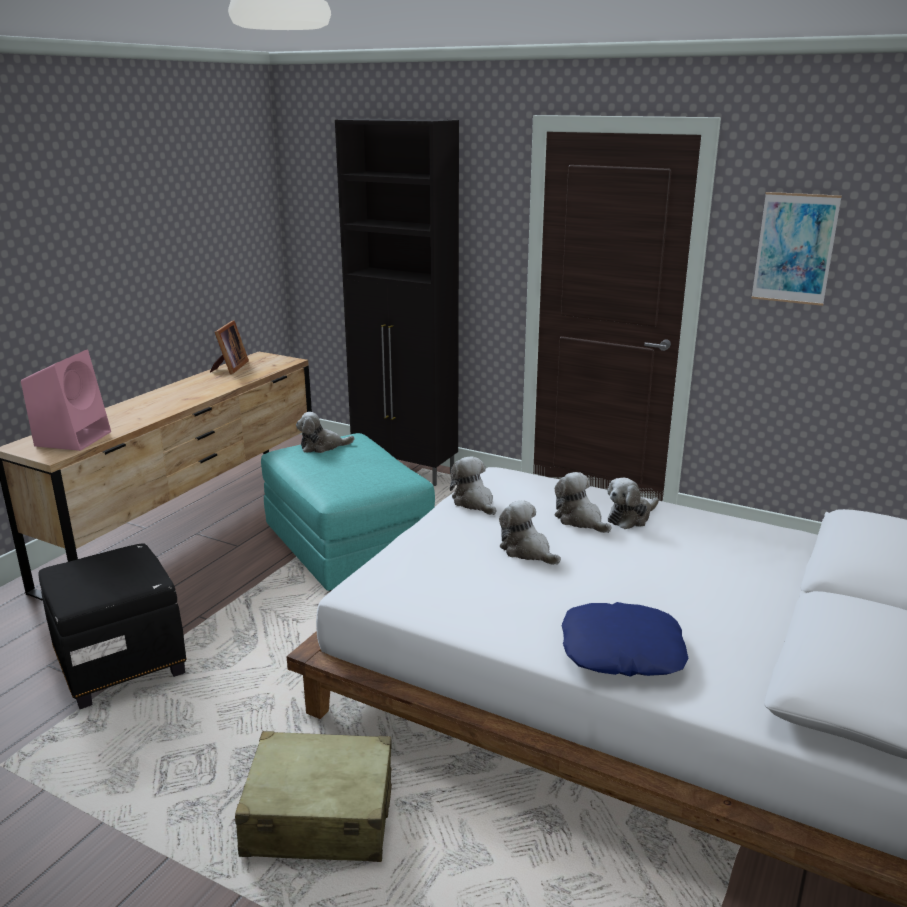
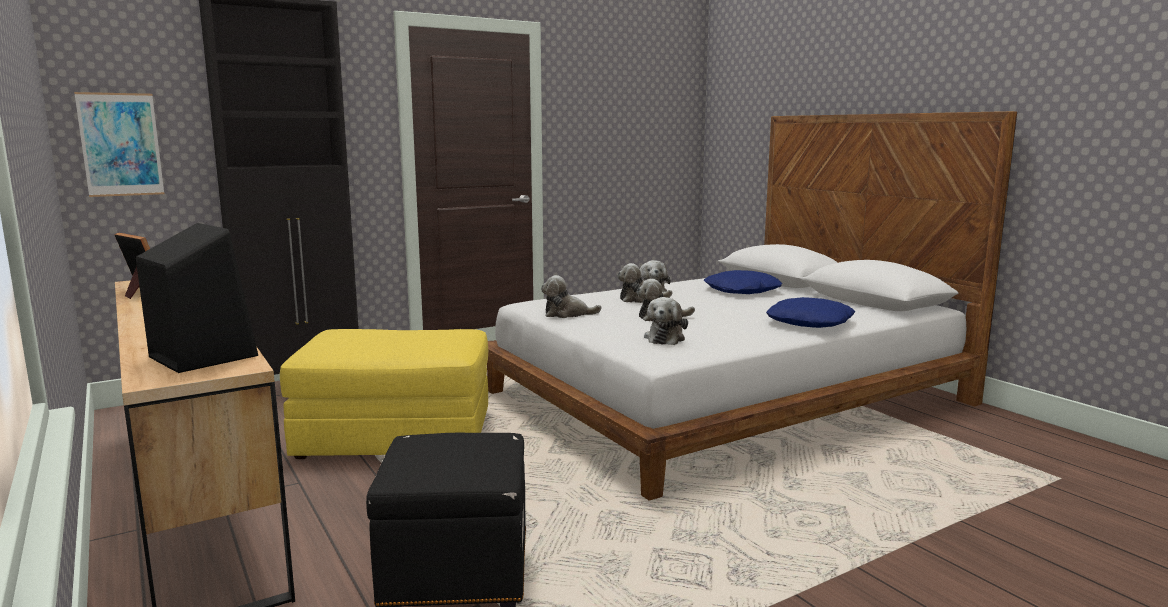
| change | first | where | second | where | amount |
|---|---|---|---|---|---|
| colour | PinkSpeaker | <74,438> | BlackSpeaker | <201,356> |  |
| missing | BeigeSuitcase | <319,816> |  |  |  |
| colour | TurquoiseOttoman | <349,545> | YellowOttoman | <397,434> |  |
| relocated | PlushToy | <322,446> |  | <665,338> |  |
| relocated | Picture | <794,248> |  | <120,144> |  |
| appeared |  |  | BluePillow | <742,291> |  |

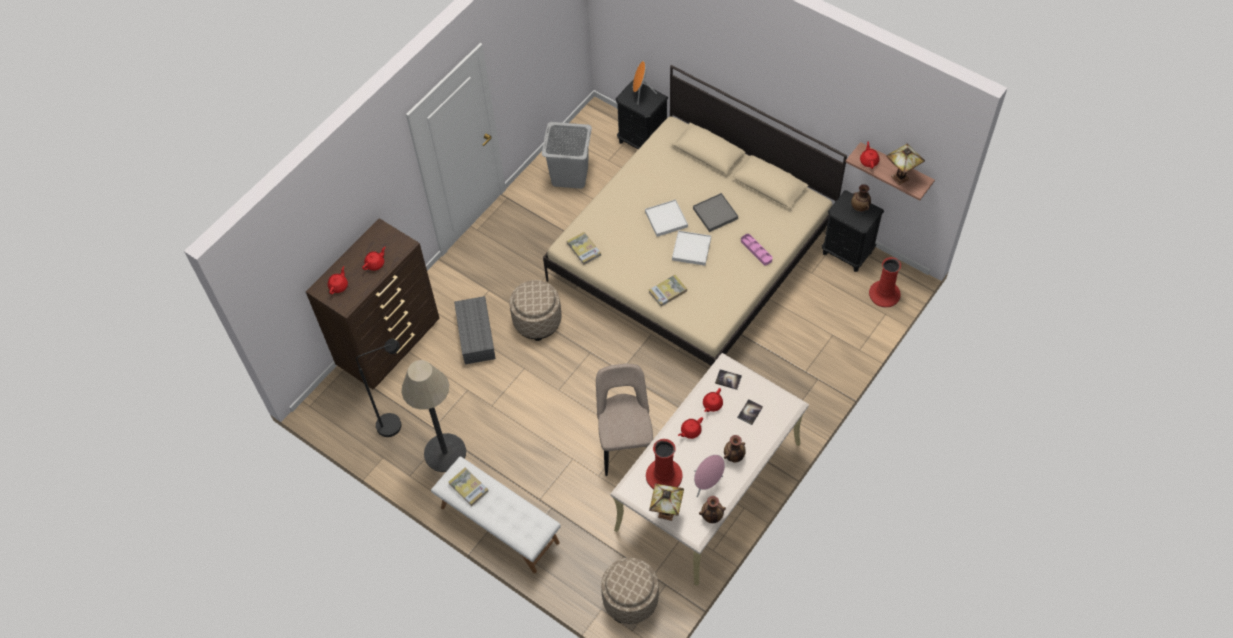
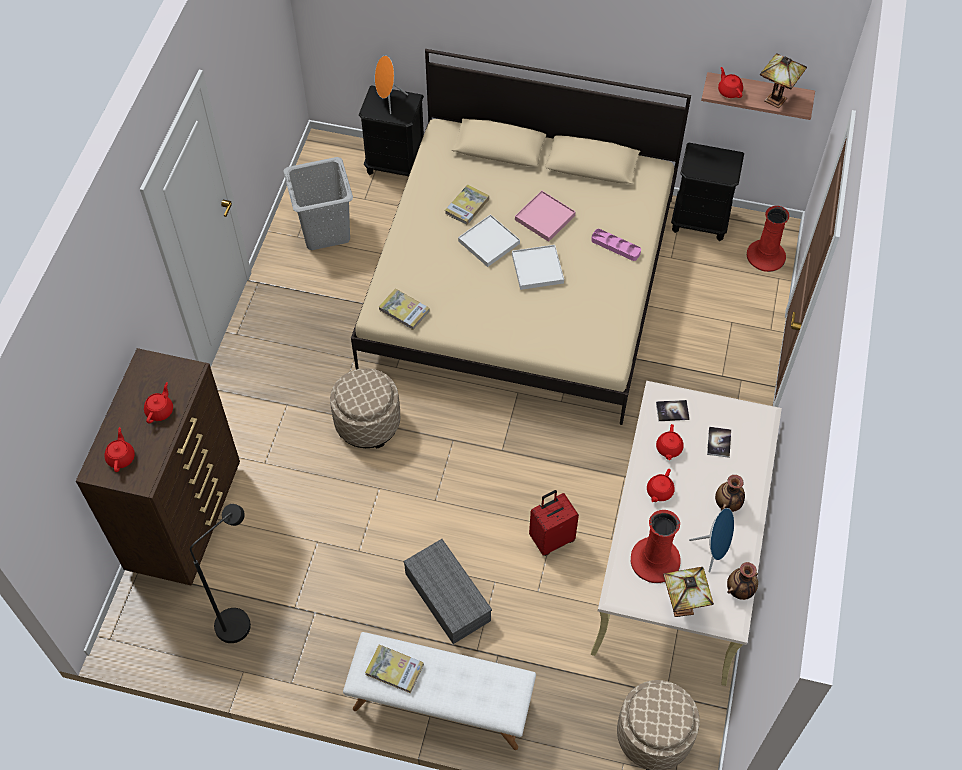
| change | first | where | second | where | amount |
|---|---|---|---|---|---|
| missing | FloorLamp | <445,453> |  |  |  |
| relocated | GreyStorageBox | <475,335> |  | <446,596> |  |
| exchanged | BeigeChair | <625,443> | RedSuitcase | <551,538> |  |
| relocated | Book | <667,291> |  | <467,206> |  |
| colour | GreyTray | <715,213> | PinkTray | <545,217> |  |
| colour | PinkSpeaker | <707,484> | BlueSpeaker | <713,551> |  |
| missing | Vase | <860,207> |  |  |  |

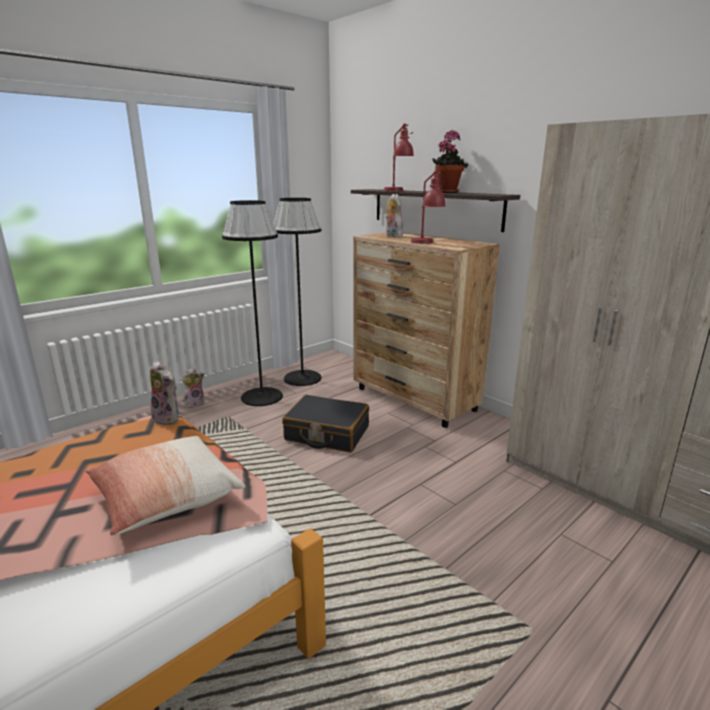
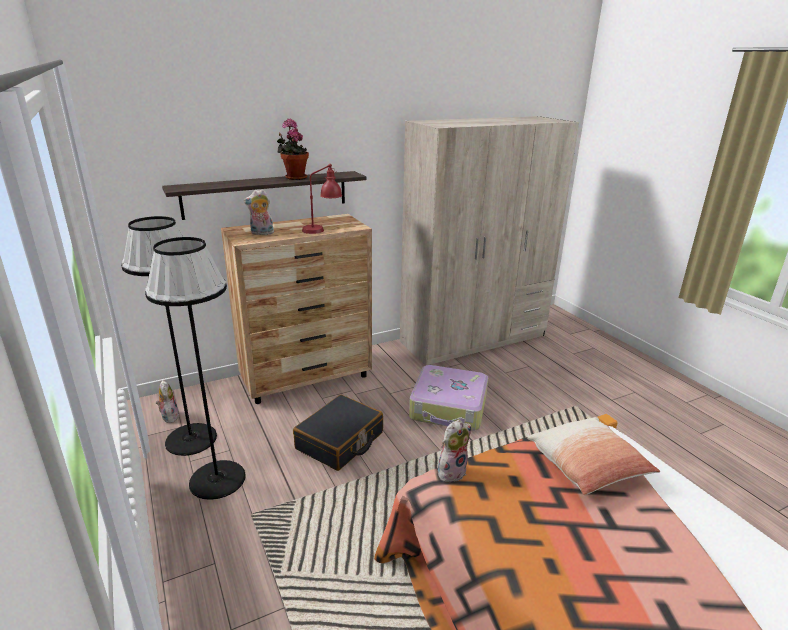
| change | first | where | second | where | amount |
|---|---|---|---|---|---|
| relocated | PlushToy | <194,403> |  | <169,416> |  |
| missing | RedTableLamp | <398,190> |  |  |  |
| appeared |  |  | Suitcase | <449,408> |  |

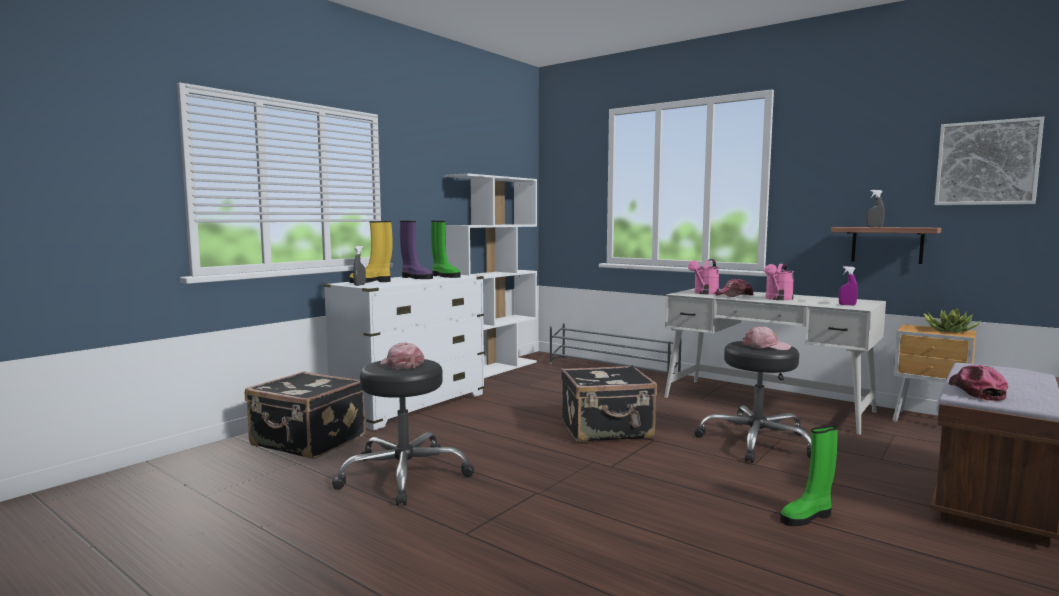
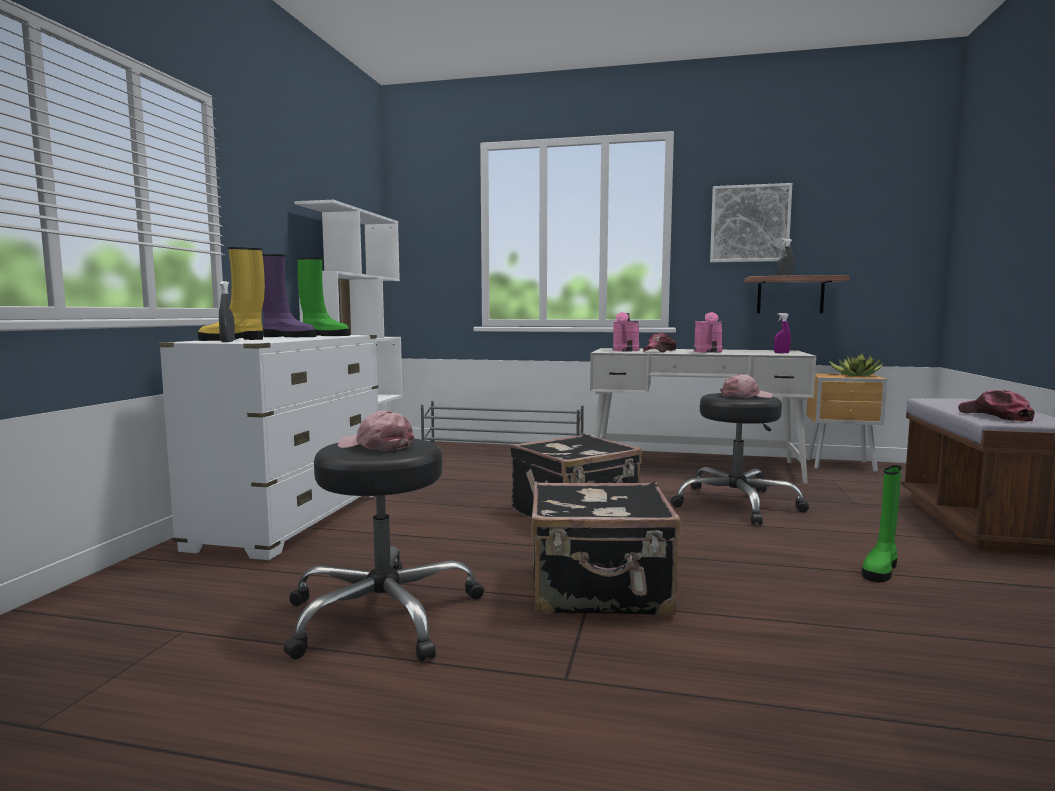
| change | first | where | second | where | amount |
|---|---|---|---|---|---|
| relocated | BlackSuitcase | <308,442> |  | <600,592> |  |
| relocated | Picture | <986,163> |  | <749,224> |  |

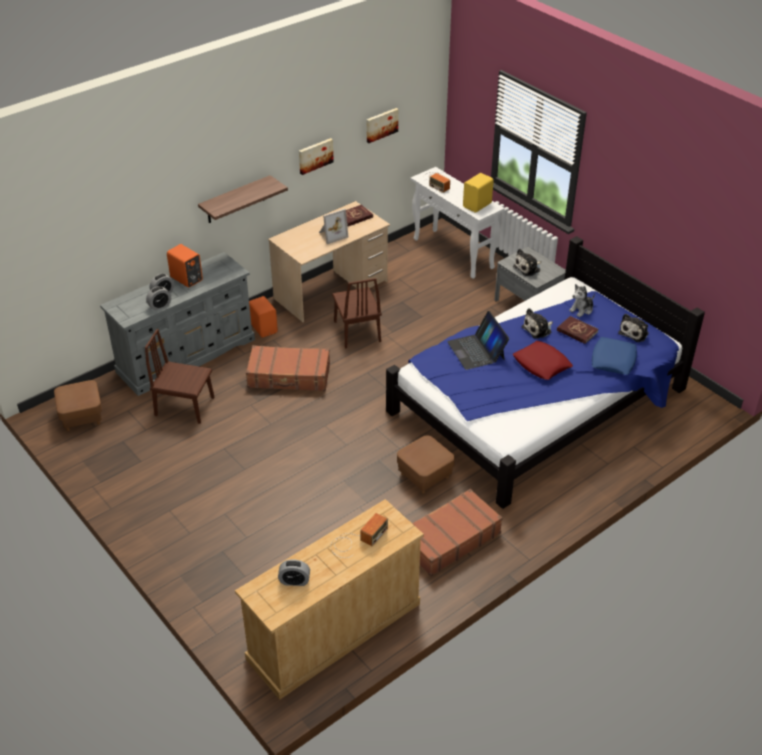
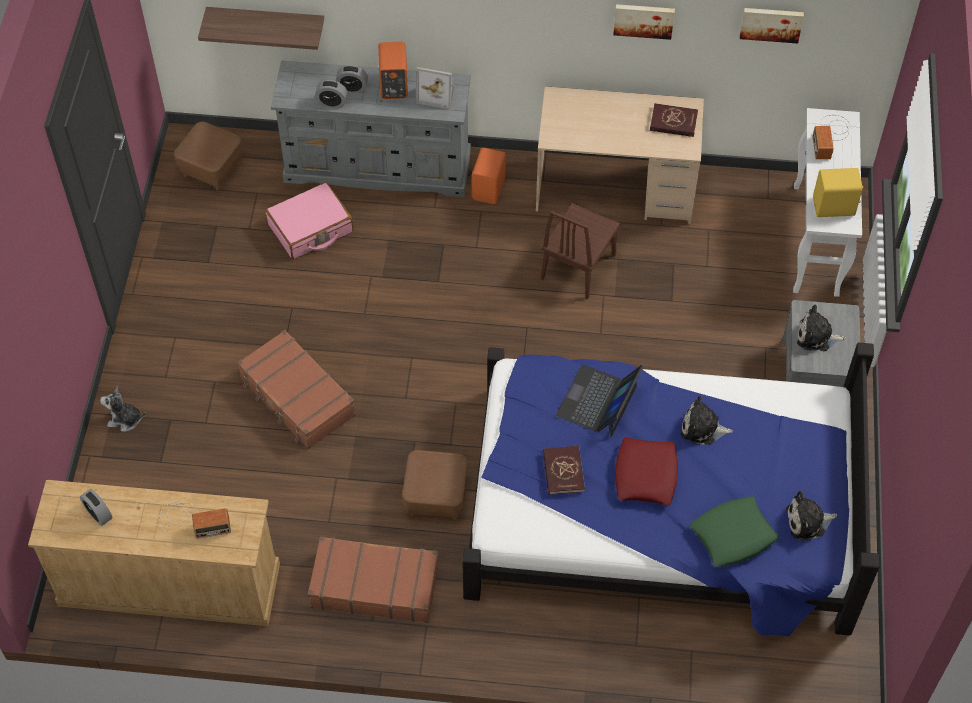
| change | first | where | second | where | amount |
|---|---|---|---|---|---|
| exchanged | BrownChair | <184,406> | PinkSuitcase | <310,229> |  |
| relocated | Shelf | <235,200> |  | <266,23> |  |
| relocated | BrownSuitcase | <289,376> |  | <297,397> |  |
| relocated | PictureFrame | <332,235> |  | <437,94> |  |
| relocated | RedBook | <577,331> |  | <563,471> |  |
| relocated | PlushToy | <581,310> |  | <125,420> |  |
| colour | BluePillow | <613,360> | GreenPillow | <733,535> |  |

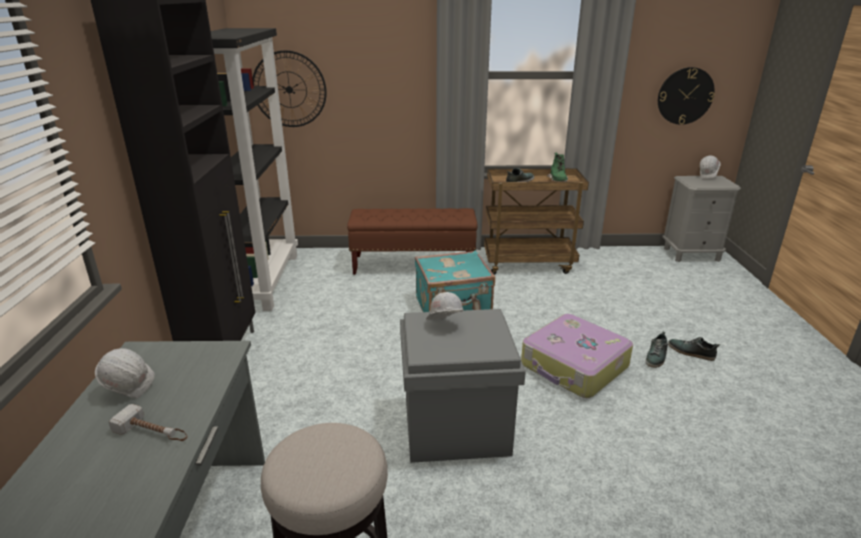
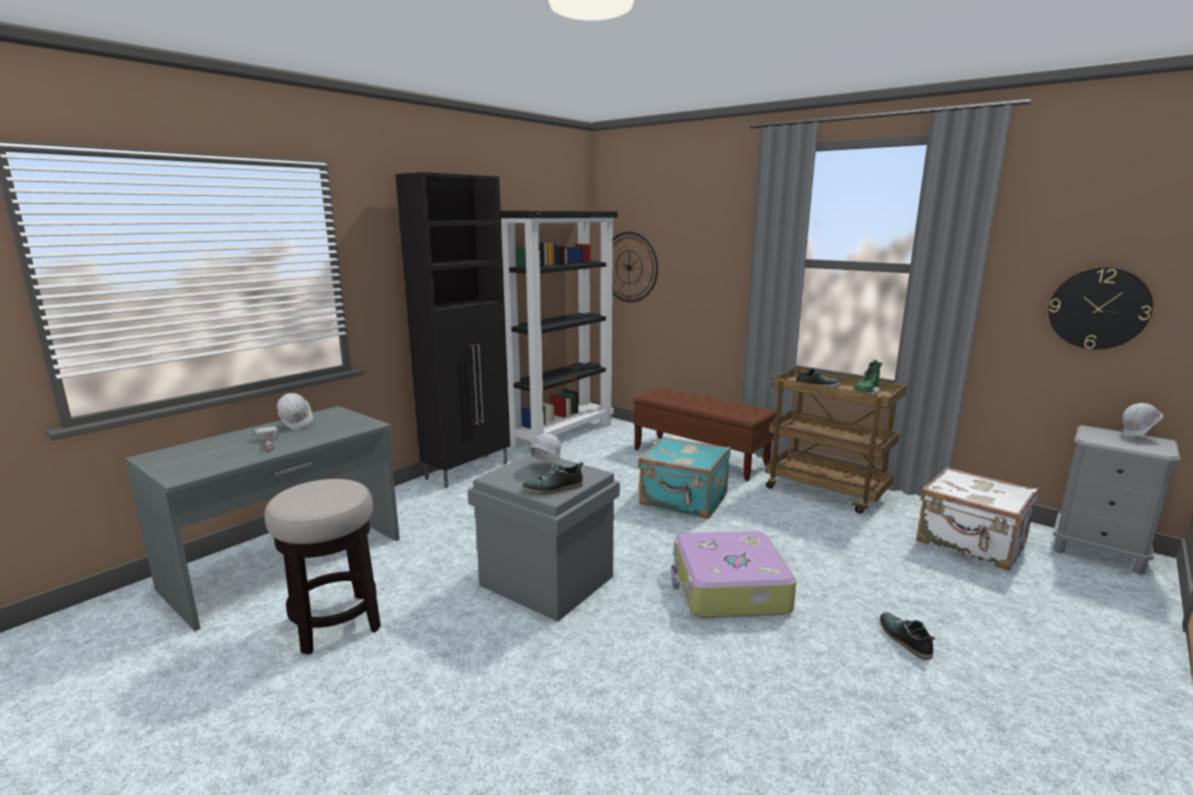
| change | first | where | second | where | amount |
|---|---|---|---|---|---|
| relocated | Shoe | <656,357> |  | <553,488> |  |
| appeared |  |  | WhiteSuitcase | <970,544> |  |

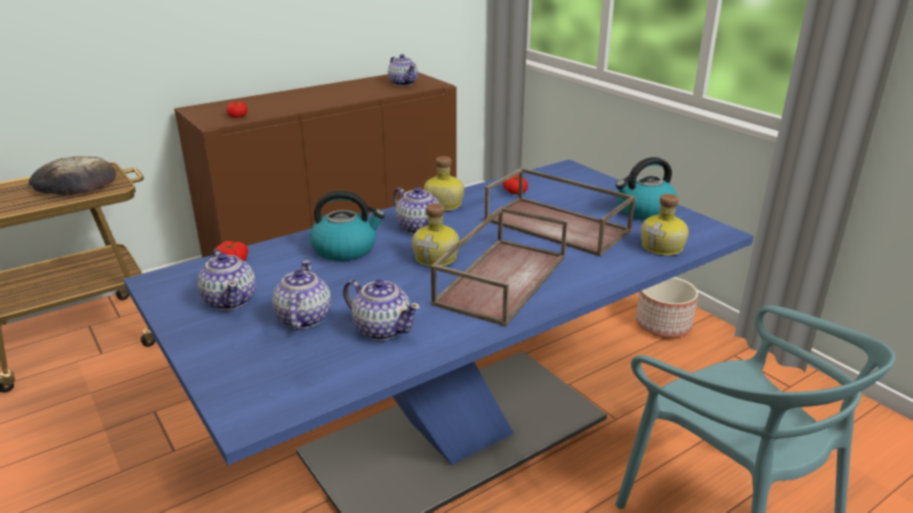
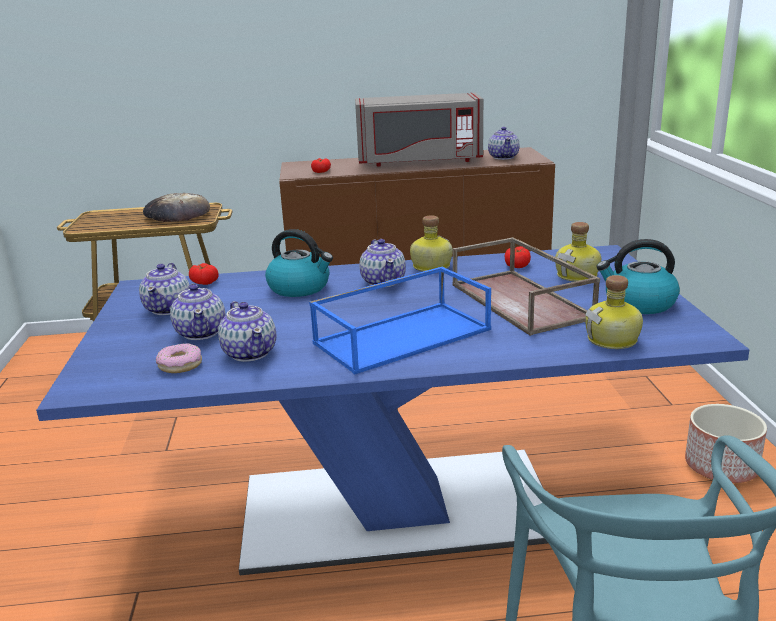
| change | first | where | second | where | amount |
|---|---|---|---|---|---|
| spun | Teapot | <303,319> |  | <201,332> | 135 degrees clockwise |
| relocated | Bottle | <437,258> |  | <578,276> |  |
| colour | BrownTray | <501,278> | BlueTray | <403,335> |  |
| appeared |  |  | Donut | <180,365> |  |
| appeared |  |  | GreyMicrowave | <419,161> |  |

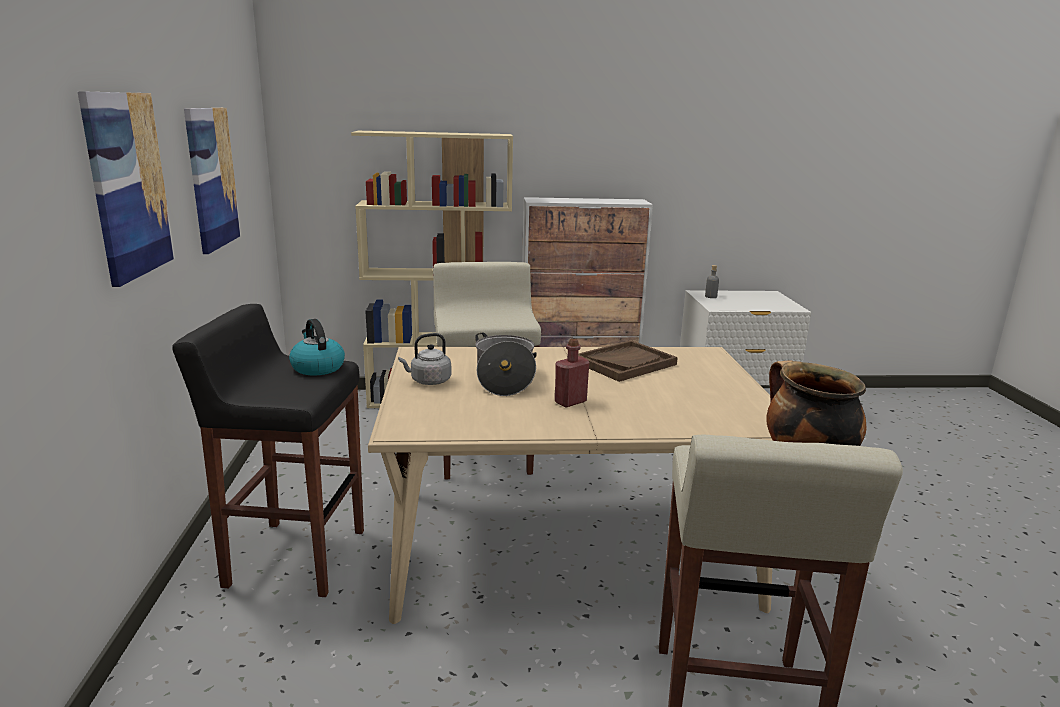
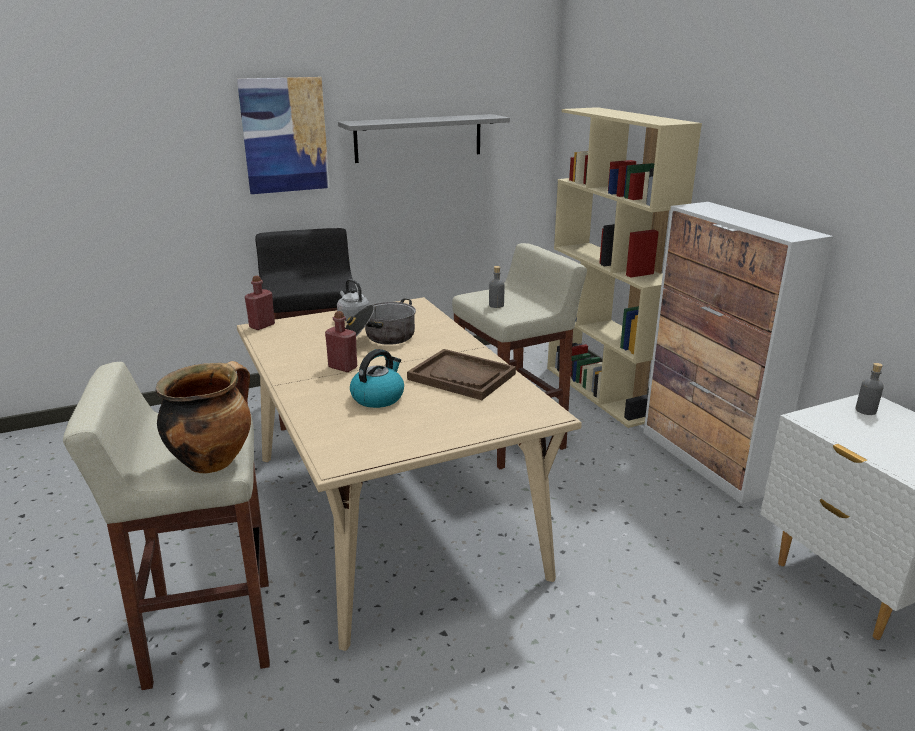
| change | first | where | second | where | amount |
|---|---|---|---|---|---|
| exchanged | Picture | <212,178> | GreyShelf | <418,138> |  |
| relocated | Kettle | <317,367> |  | <378,397> |  |
| appeared |  |  | RedBottle | <262,326> |  |
| appeared |  |  | GreyBottle | <496,305> |  |

